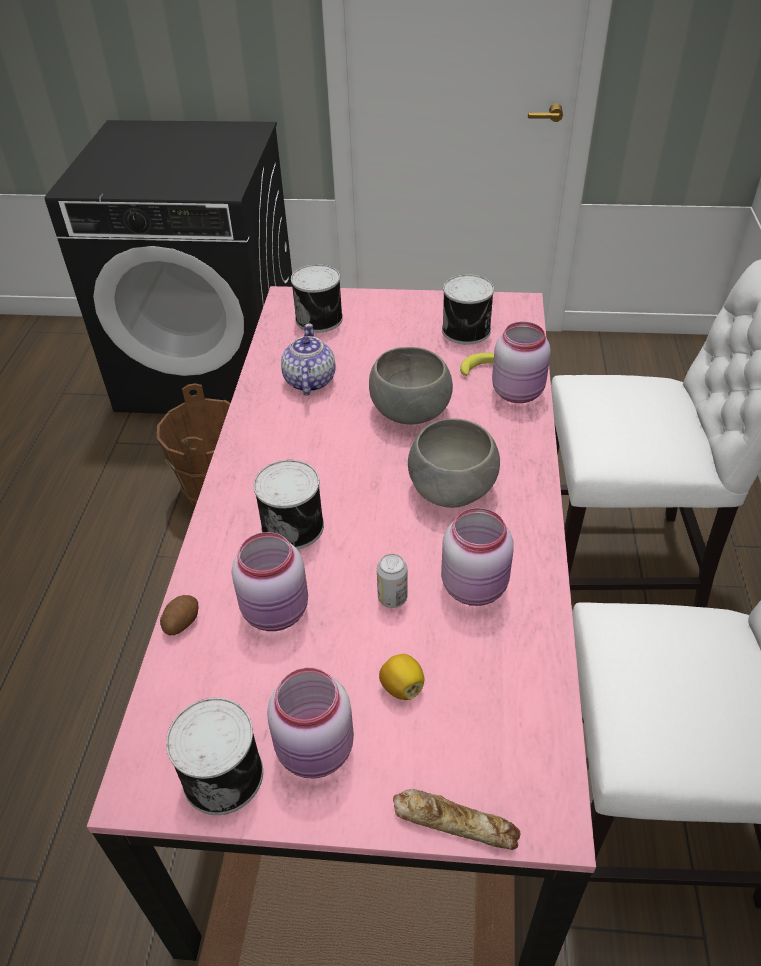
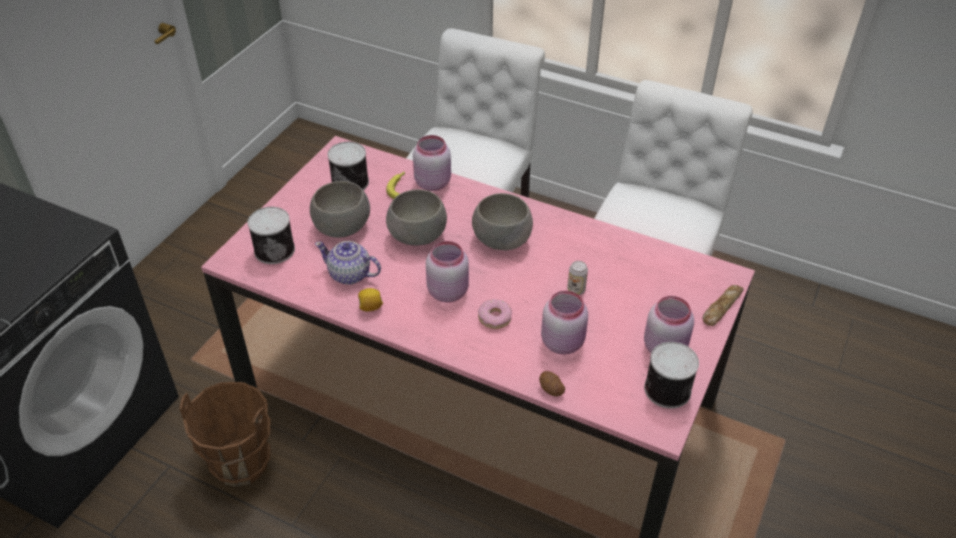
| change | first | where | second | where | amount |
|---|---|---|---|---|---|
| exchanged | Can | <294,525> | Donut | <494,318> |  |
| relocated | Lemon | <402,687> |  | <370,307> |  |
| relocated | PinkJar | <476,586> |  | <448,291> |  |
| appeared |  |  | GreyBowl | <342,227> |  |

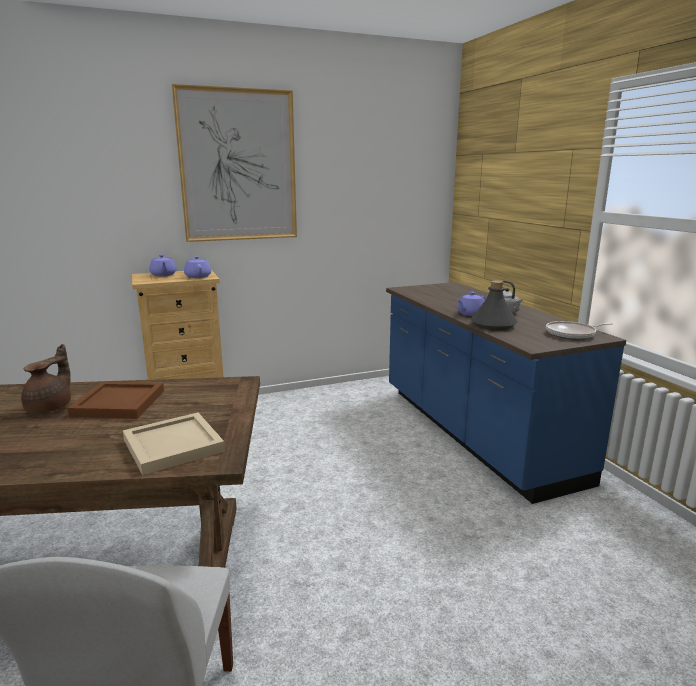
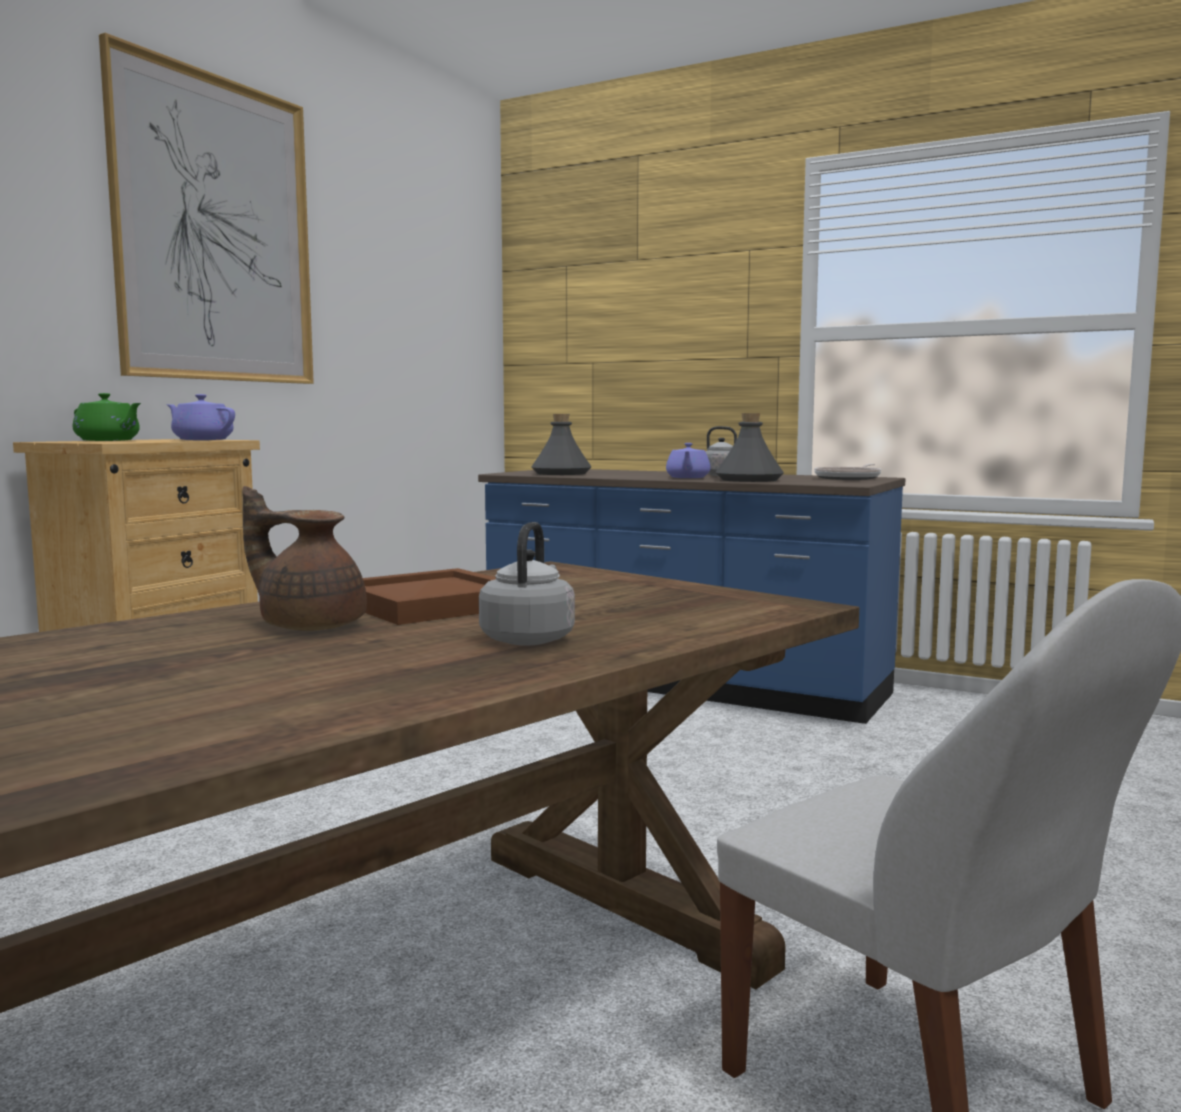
| change | first | where | second | where | amount |
|---|---|---|---|---|---|
| spun | BrownTeapot | <51,407> |  | <310,625> | 45 degrees counterclockwise |
| missing | BeigeTray | <172,446> |  |  |  |
| colour | PurpleTeapot | <163,275> | GreenTeapot | <108,440> |  |
| appeared |  |  | GreyKettle | <529,639> |  |
| appeared |  |  | GreyBottle | <561,473> |  |

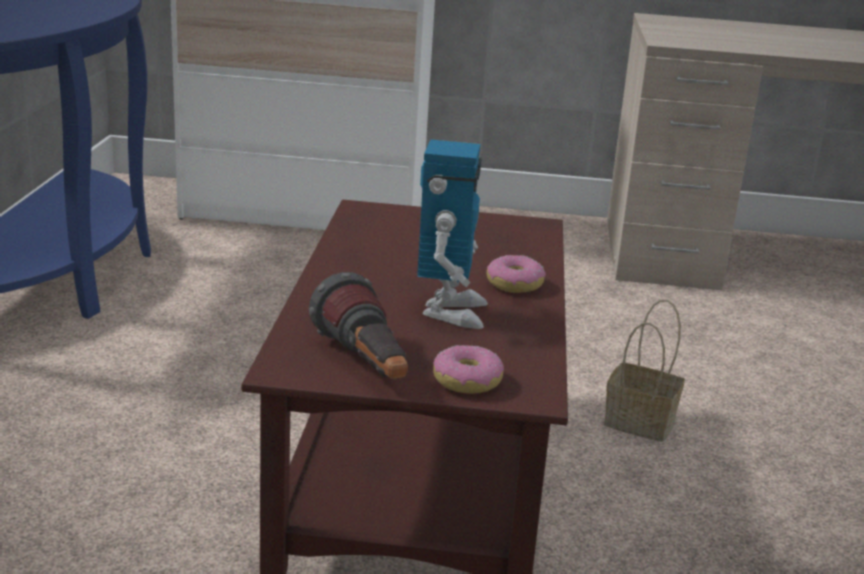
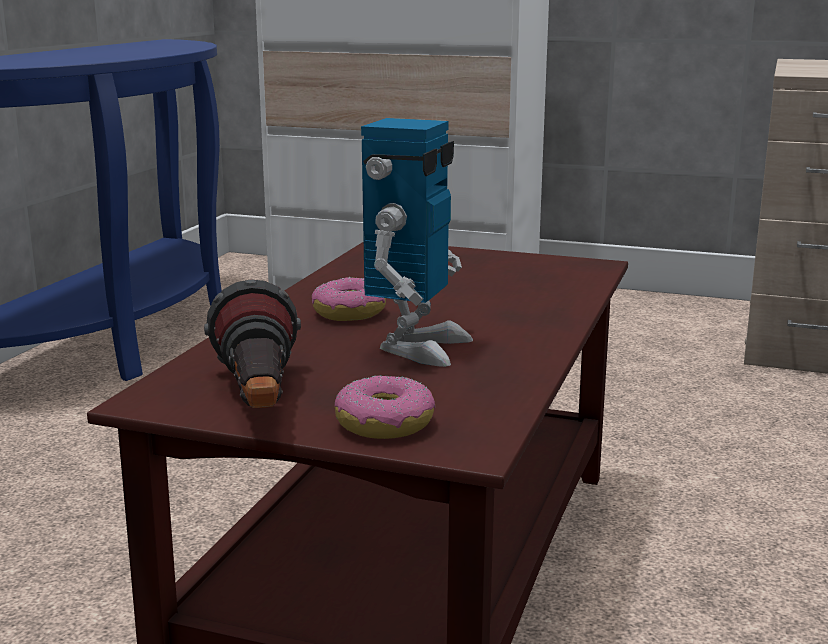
| change | first | where | second | where | amount |
|---|---|---|---|---|---|
| relocated | Donut | <514,284> |  | <349,313> |  |
| missing | Basket | <642,423> |  |  |  |

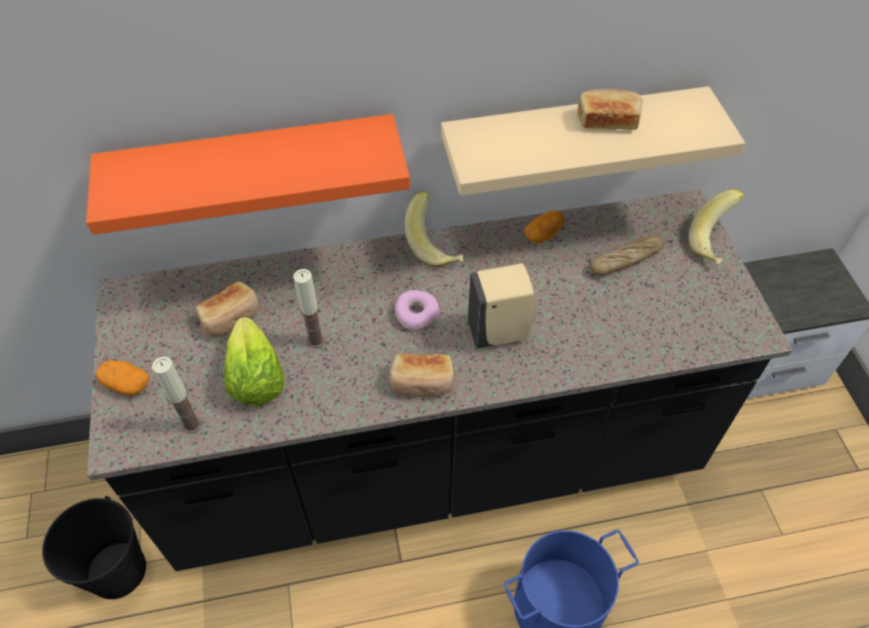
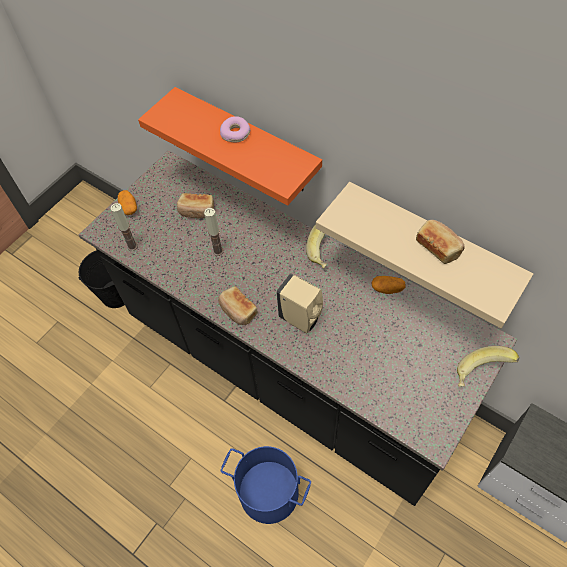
| change | first | where | second | where | amount |
|---|---|---|---|---|---|
| missing | Lettuce | <256,379> |  |  |  |
| relocated | Donut | <416,314> |  | <235,133> |  |
| missing | Bread | <625,260> |  |  |  |

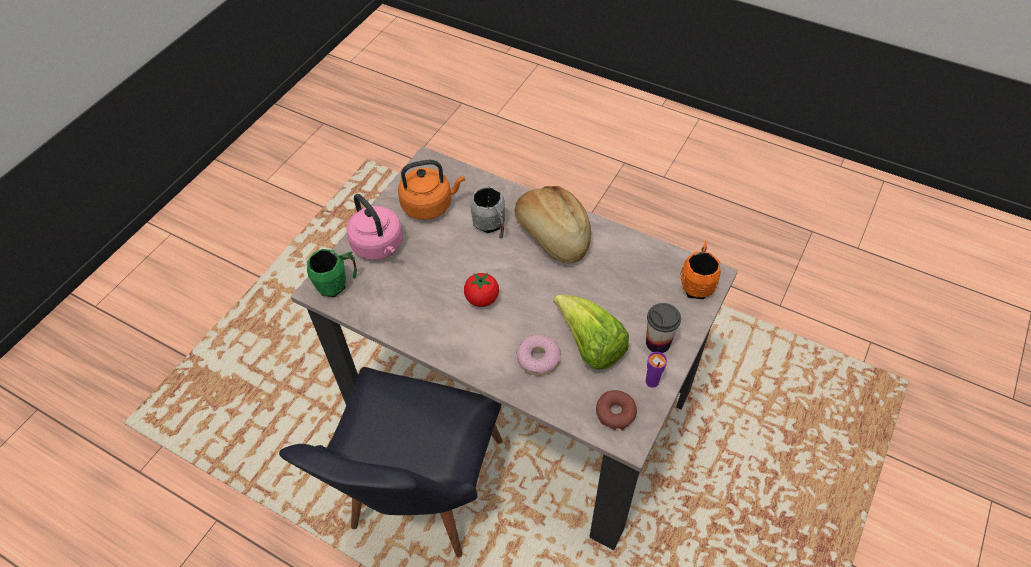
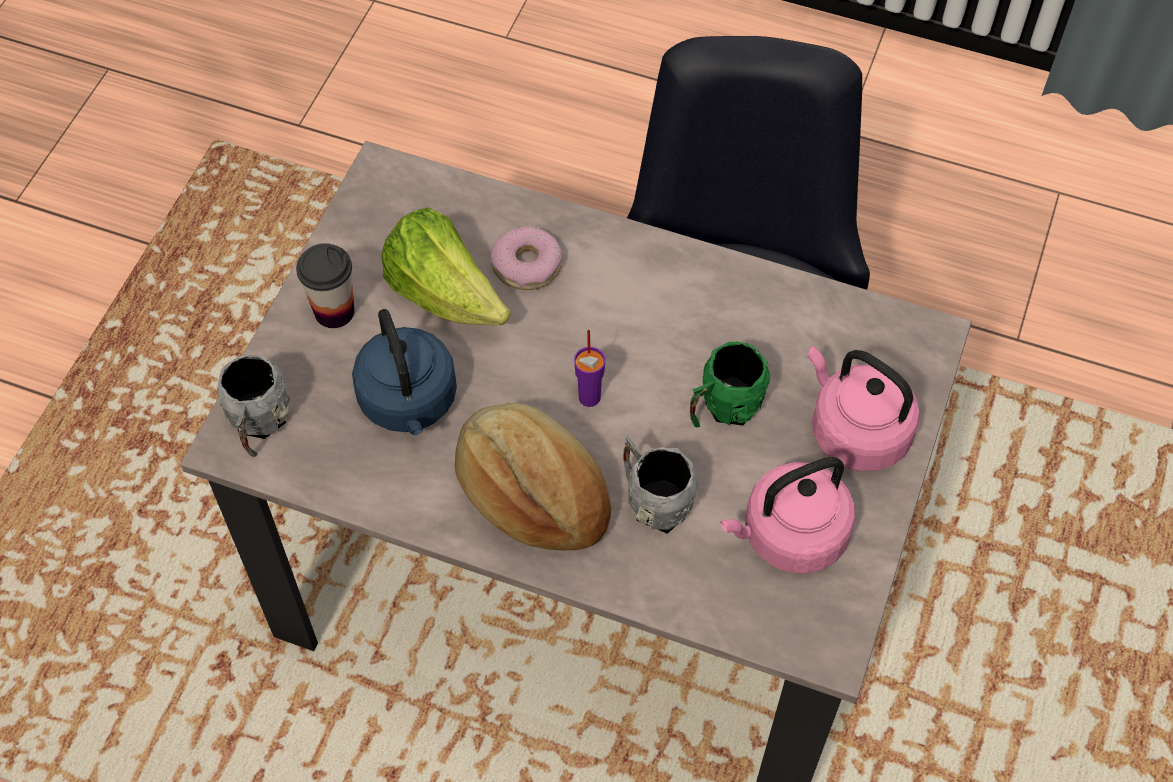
| change | first | where | second | where | amount |
|---|---|---|---|---|---|
| relocated | GreenMug | <337,283> |  | <723,408> |  |
| colour | OrangeKettle | <430,205> | PinkKettle | <789,536> |  |
| missing | Tomato | <482,299> |  |  |  |
| missing | Donut | <615,413> |  |  |  |
| relocated | PurpleCup | <651,382> |  | <590,396> |  |
| colour | OrangeMug | <697,283> | GreyMug | <258,425> |  |
| appeared |  |  | BlueKettle | <409,403> |  |

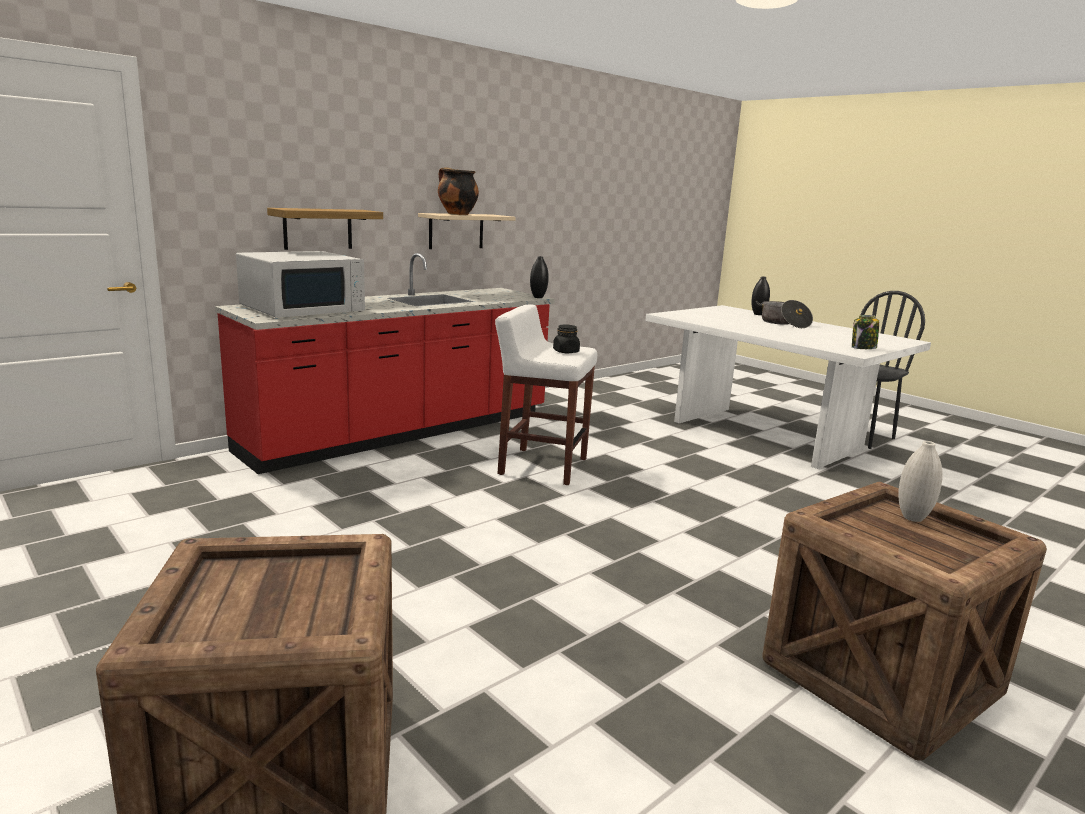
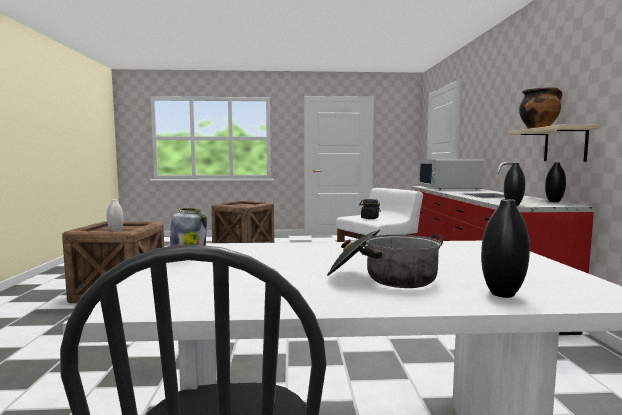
| change | first | where | second | where | amount |
|---|---|---|---|---|---|
| missing | Shelf | <318,229> |  |  |  |
| appeared |  |  | BlackVase | <554,201> |  |

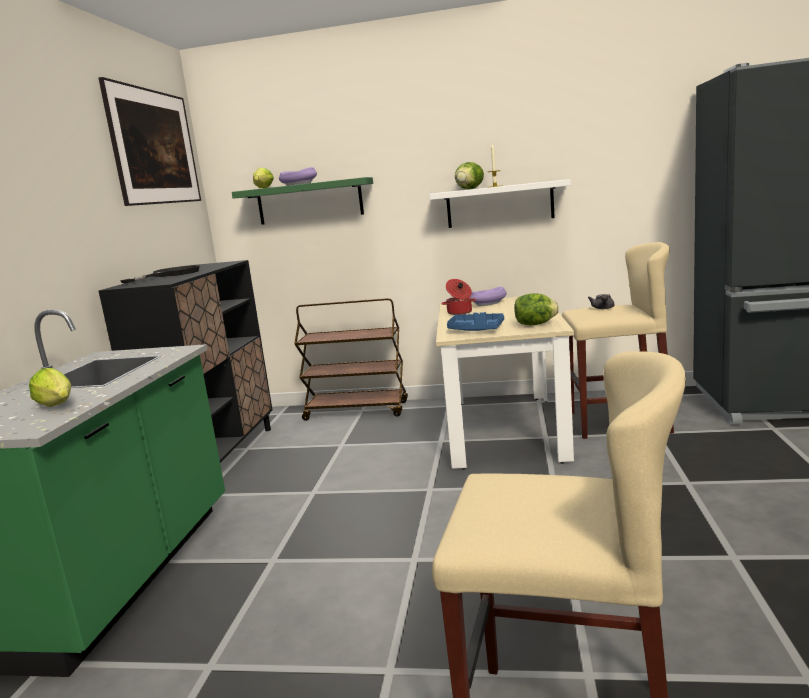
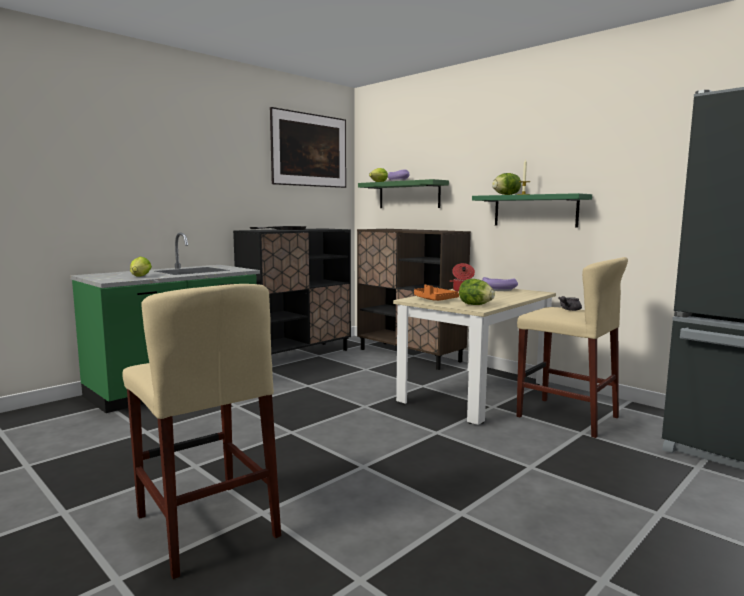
| change | first | where | second | where | amount |
|---|---|---|---|---|---|
| exchanged | BrownCart | <357,411> | BrownCabinet | <409,355> |  |
| colour | WhiteShelf | <499,204> | GreenShelf | <535,211> |  |
| colour | BlueTray | <476,330> | OrangeTray | <433,300> |  |

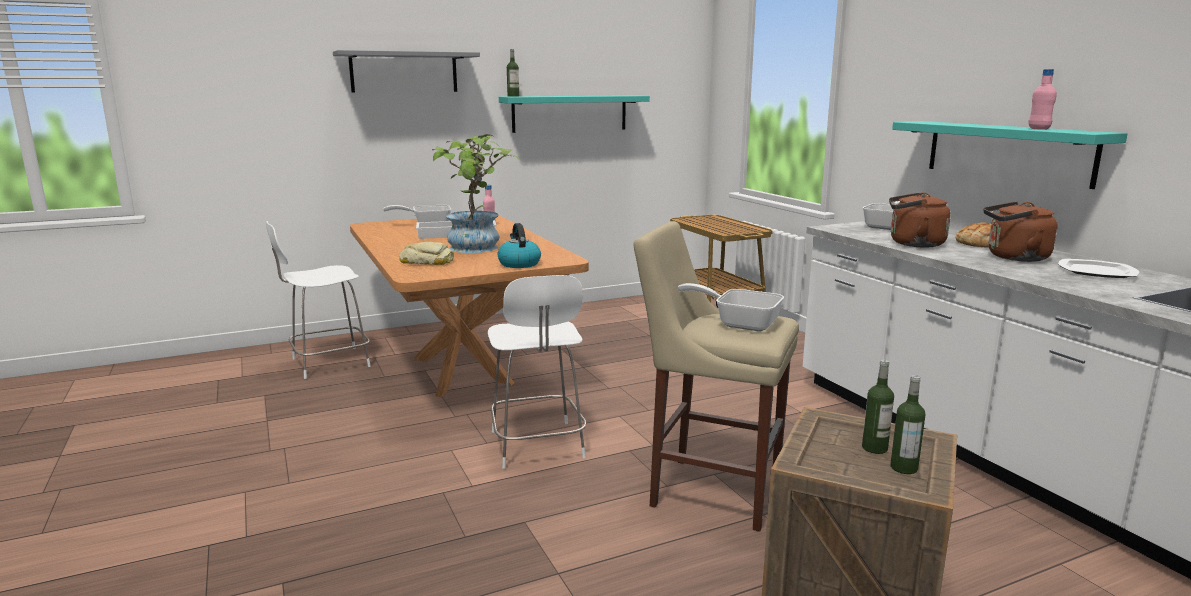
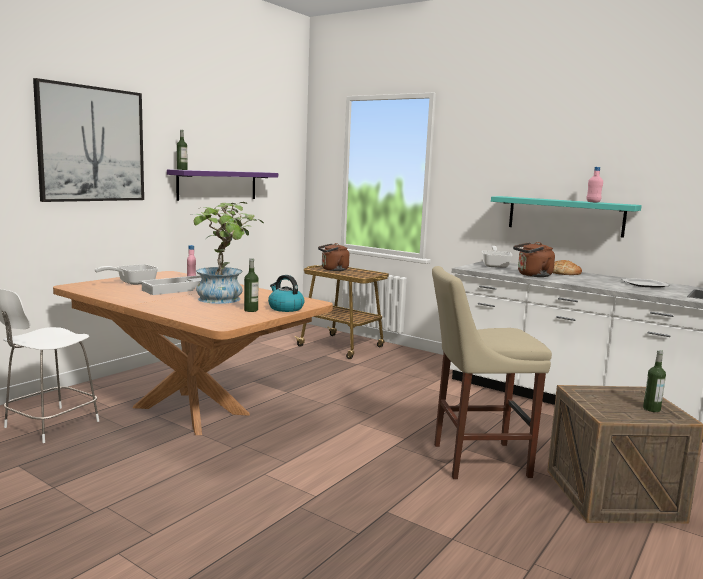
| change | first | where | second | where | amount |
|---|---|---|---|---|---|
| exchanged | GreyShelf | <404,72> | Picture | <92,144> |  |
| missing | Bread | <427,261> |  |  |  |
| missing | WhiteChair | <537,446> |  |  |  |
| colour | TurquoiseShelf | <570,113> | PurpleShelf | <217,185> |  |
| missing | FryingPan | <739,323> |  |  |  |
| relocated | Bottle | <874,448> |  | <251,310> |  |
| relocated | BrownKettle | <1014,257> |  | <333,270> |  |

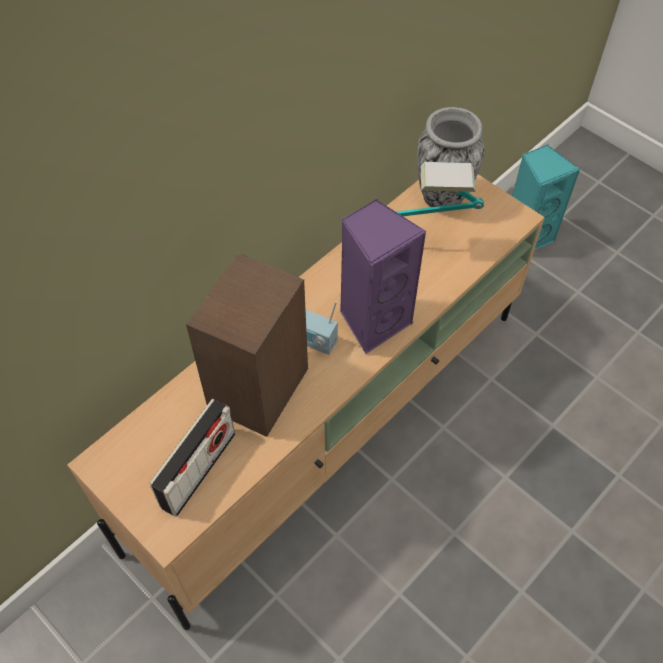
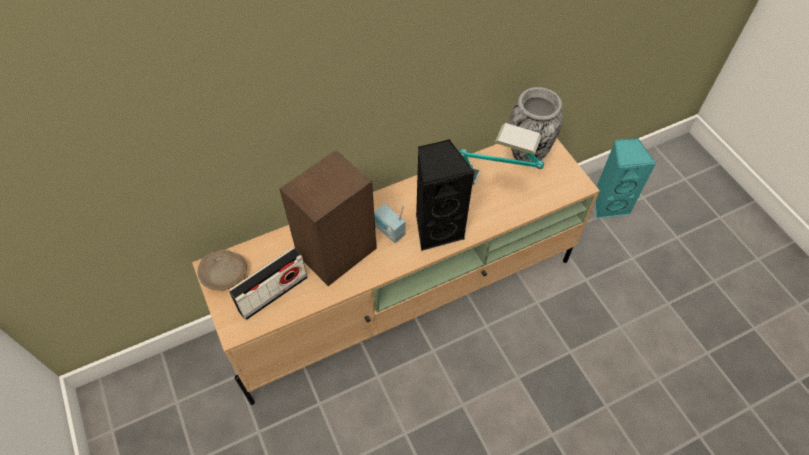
| change | first | where | second | where | amount |
|---|---|---|---|---|---|
| colour | PurpleSpeaker | <373,320> | BlackSpeaker | <437,229> |  |
| appeared |  |  | BeigeBowl | <224,274> |  |

